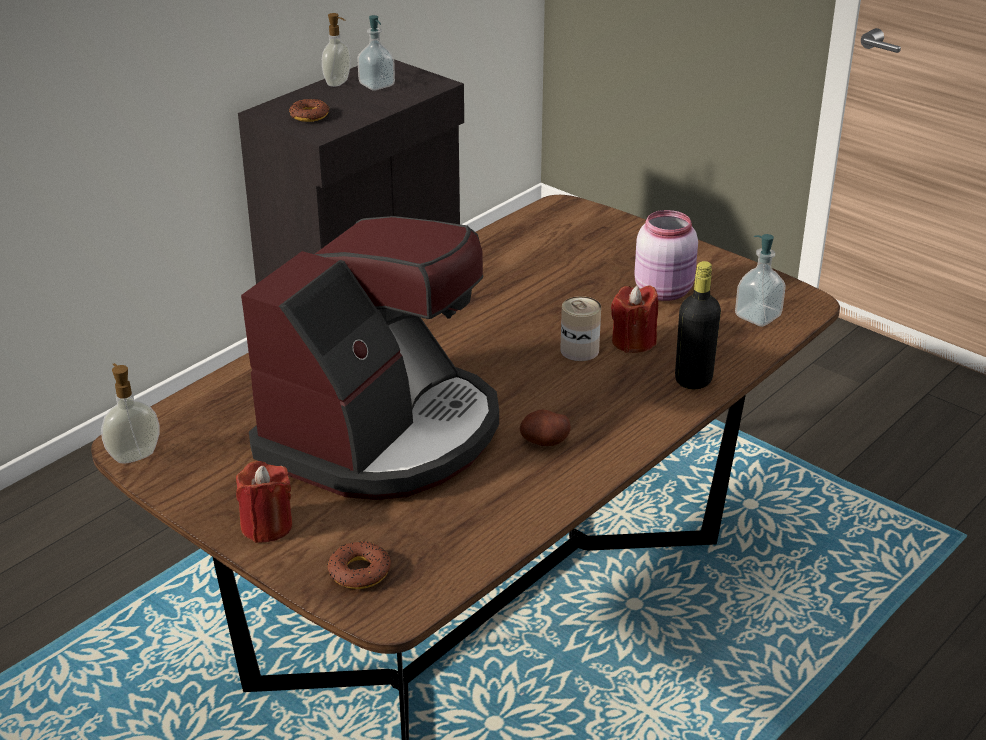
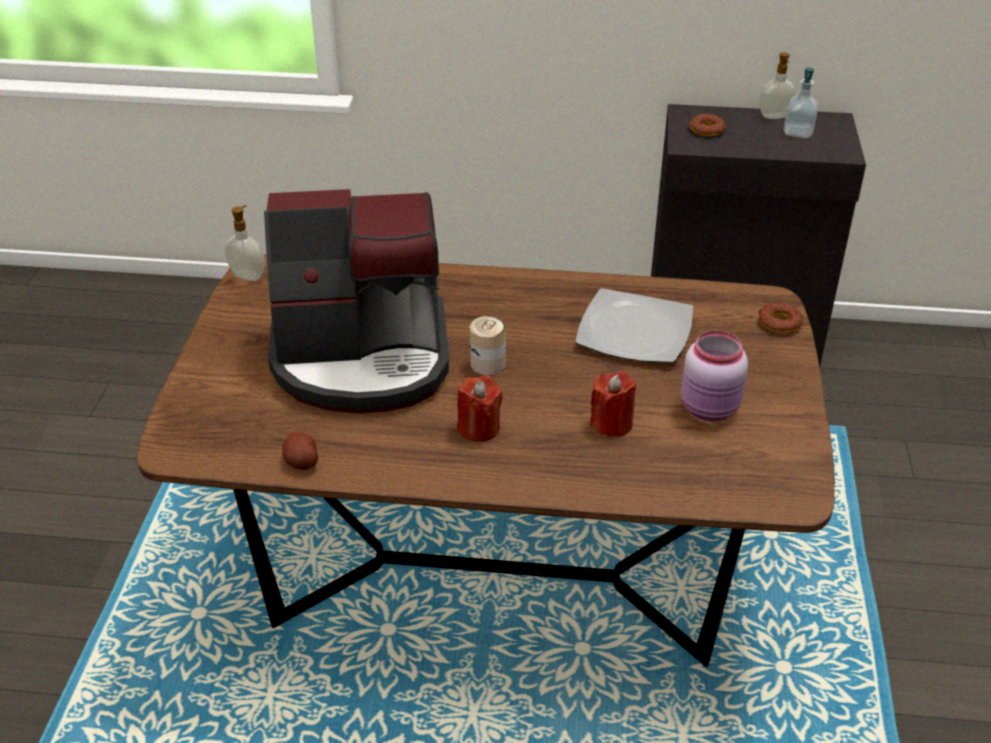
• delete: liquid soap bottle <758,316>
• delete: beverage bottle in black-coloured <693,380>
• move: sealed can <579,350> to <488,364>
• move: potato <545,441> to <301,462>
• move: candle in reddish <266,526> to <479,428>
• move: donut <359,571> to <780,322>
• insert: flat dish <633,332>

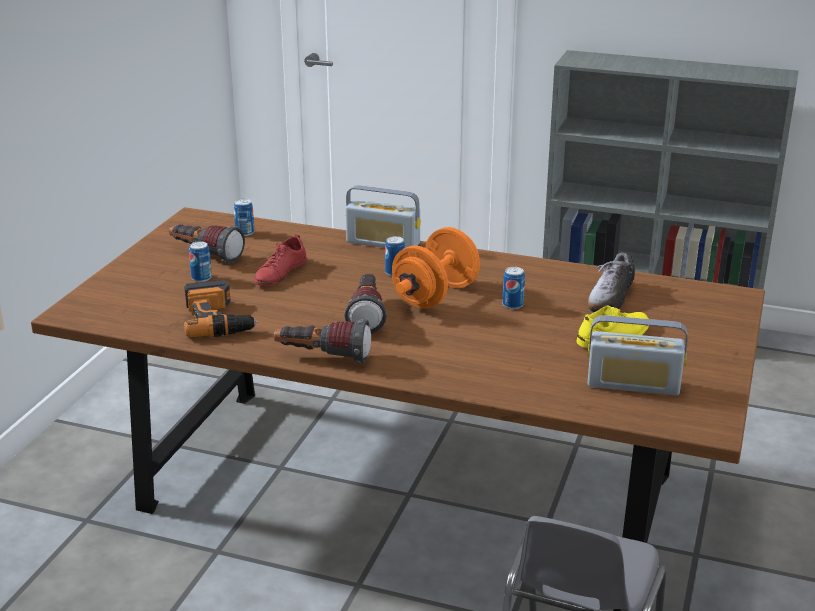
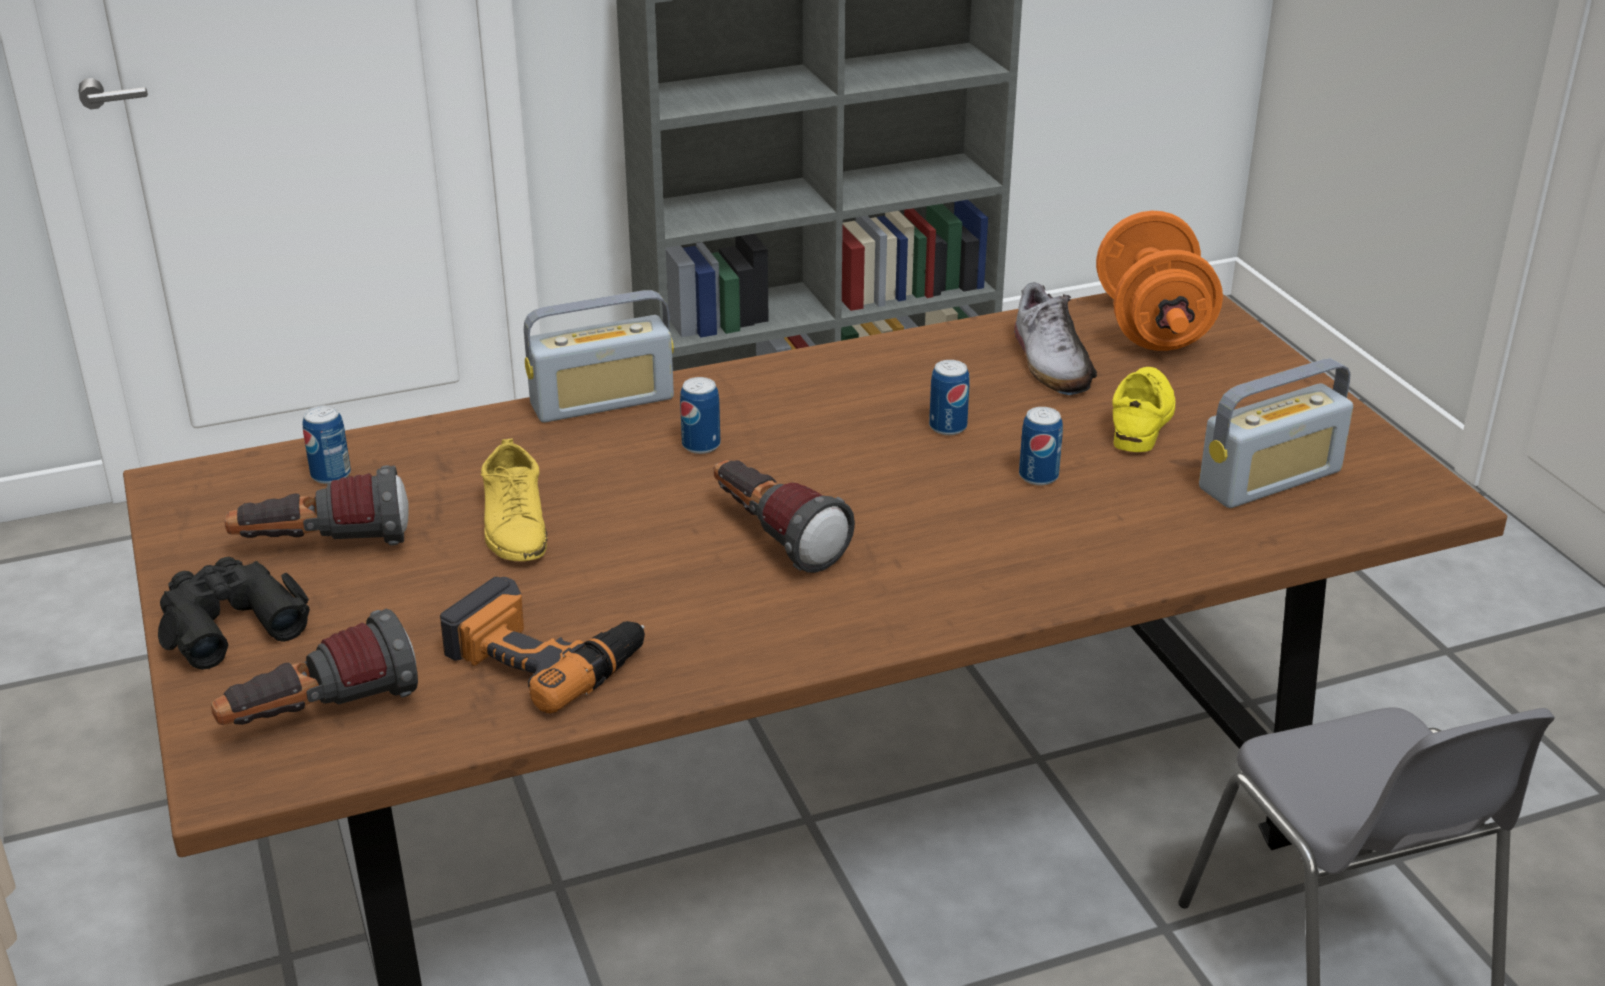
• move: free weight in orange <435,295> to <1152,327>
• recolor: shoe in reddish <280,273> to shoe in yellow-coloured <515,524>
• move: sealed can <201,278> to <1038,476>
• move: torch <323,357> to <320,715>
• insert: field glasses in black-coloured <229,622>

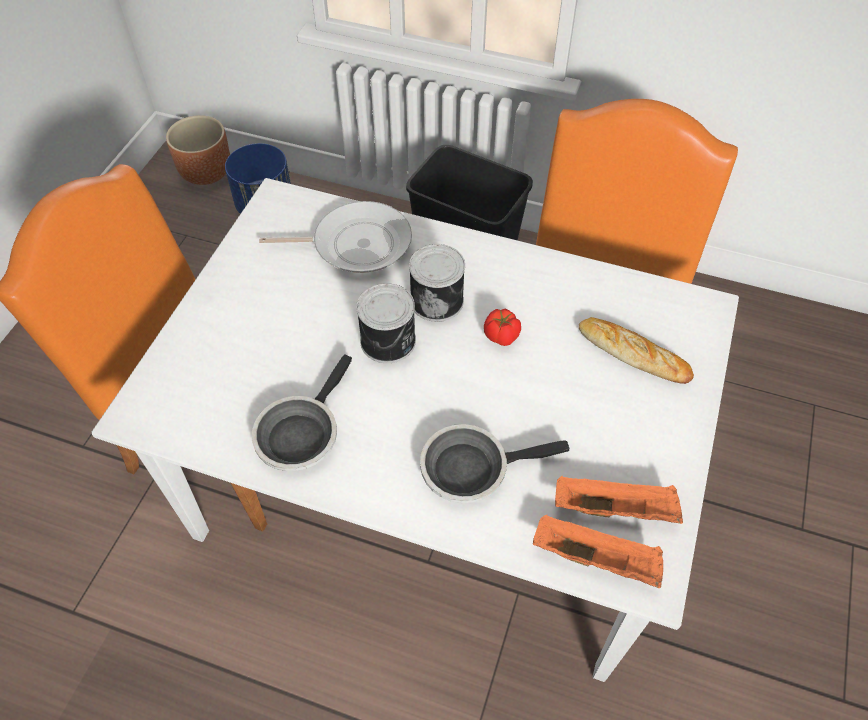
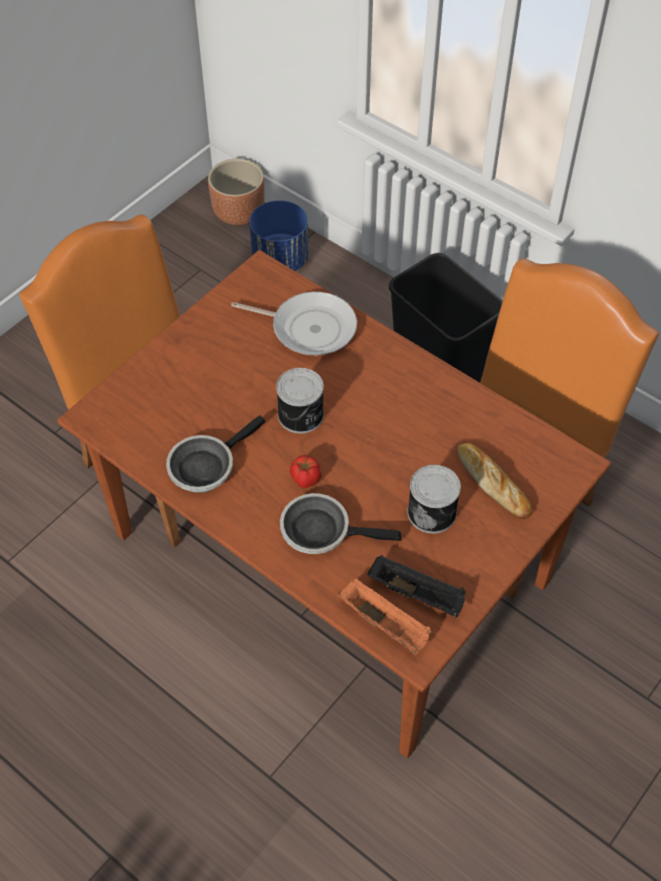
• recolor: kitchen table in white <431,490> to kitchen table in brownish <328,558>
• move: sealed can <437,299> to <432,511>
• move: whole tomato <501,336> to <305,479>
• recolor: serving tray in orange <616,508> to serving tray in black-coloured <417,594>

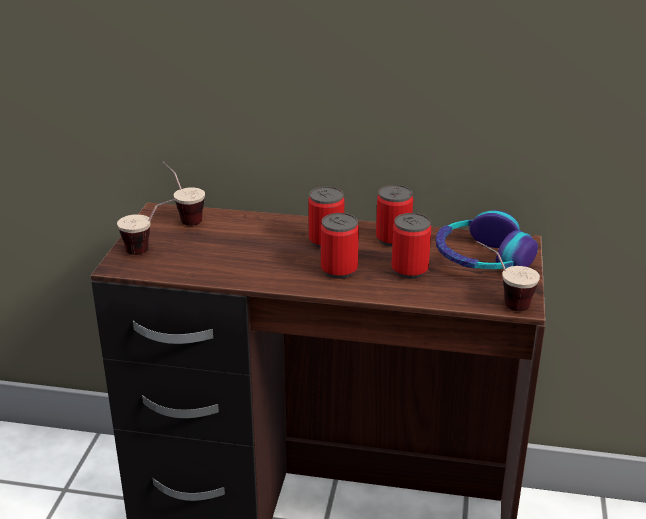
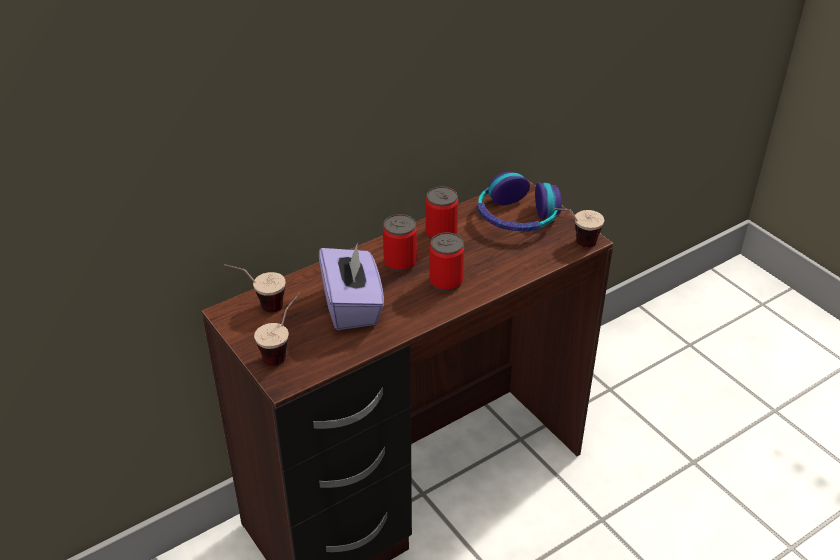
• delete: sealed can <409,270>
• insert: tissue box in purplish <352,306>

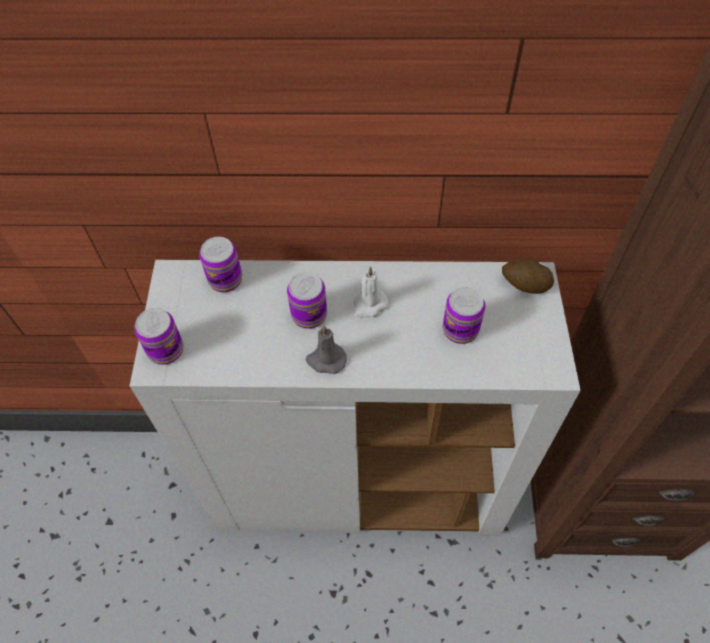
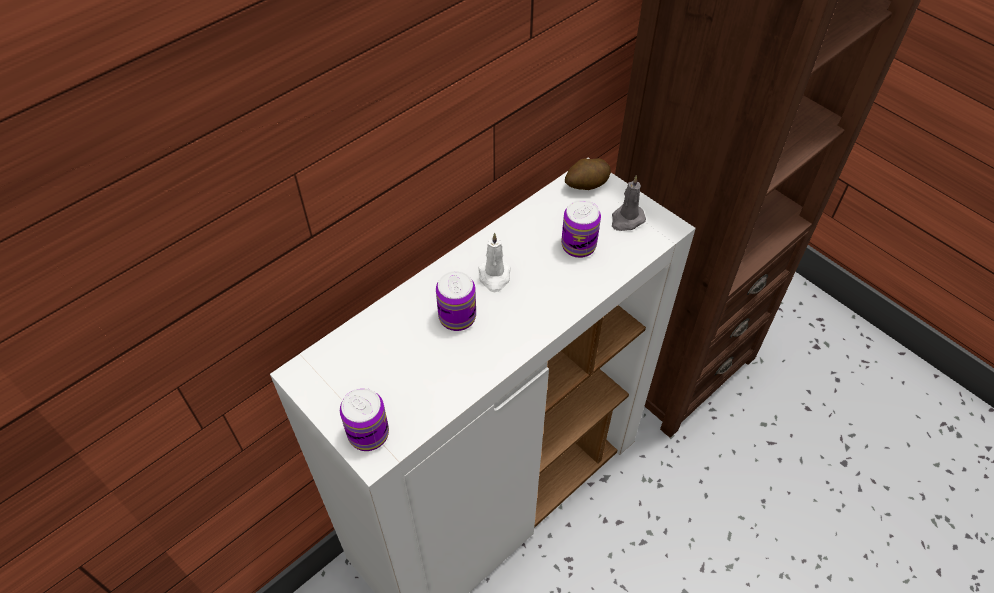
• delete: sealed can <225,279>
• move: candle in grey <326,360> to <626,220>

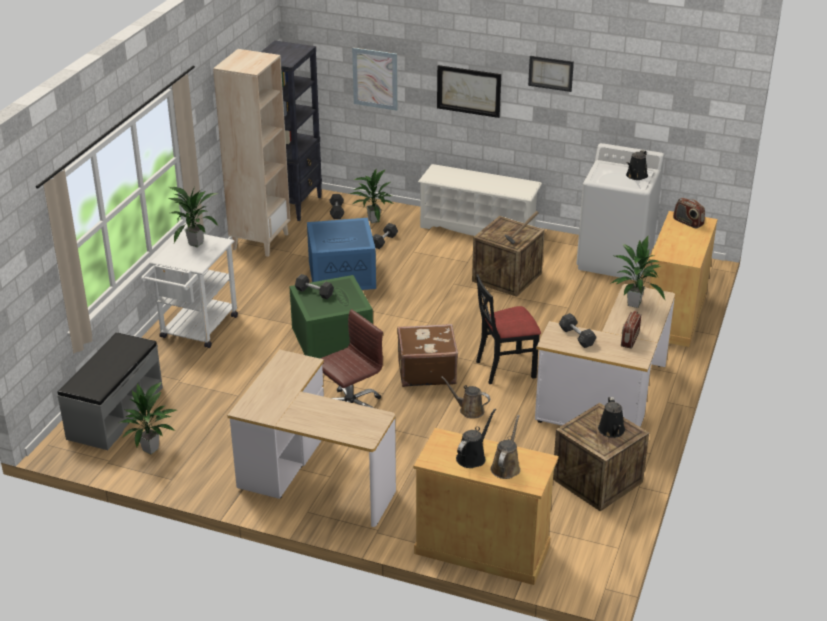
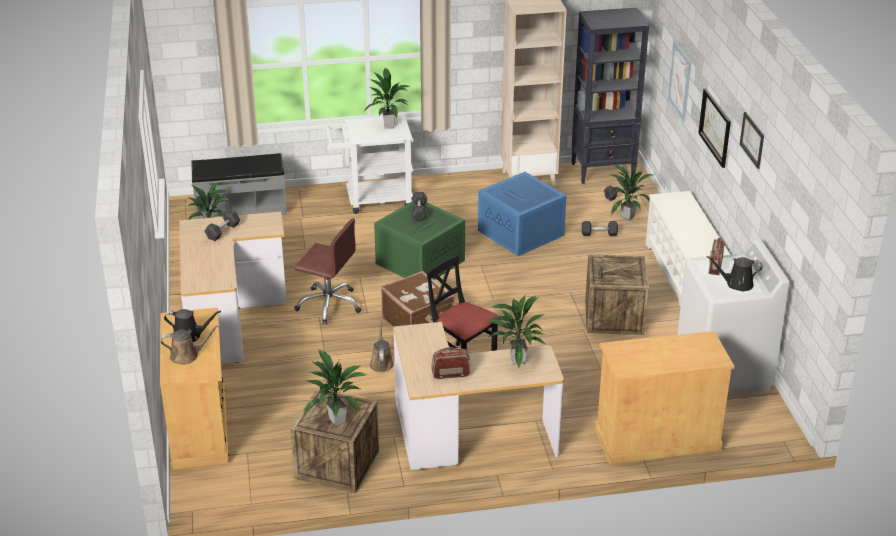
• move: radio set <688,222> to <715,267>
• move: free weight in grey <576,337> to <223,231>
• replace: sprinkling can in black-coloured <612,431> to potted plant <337,420>

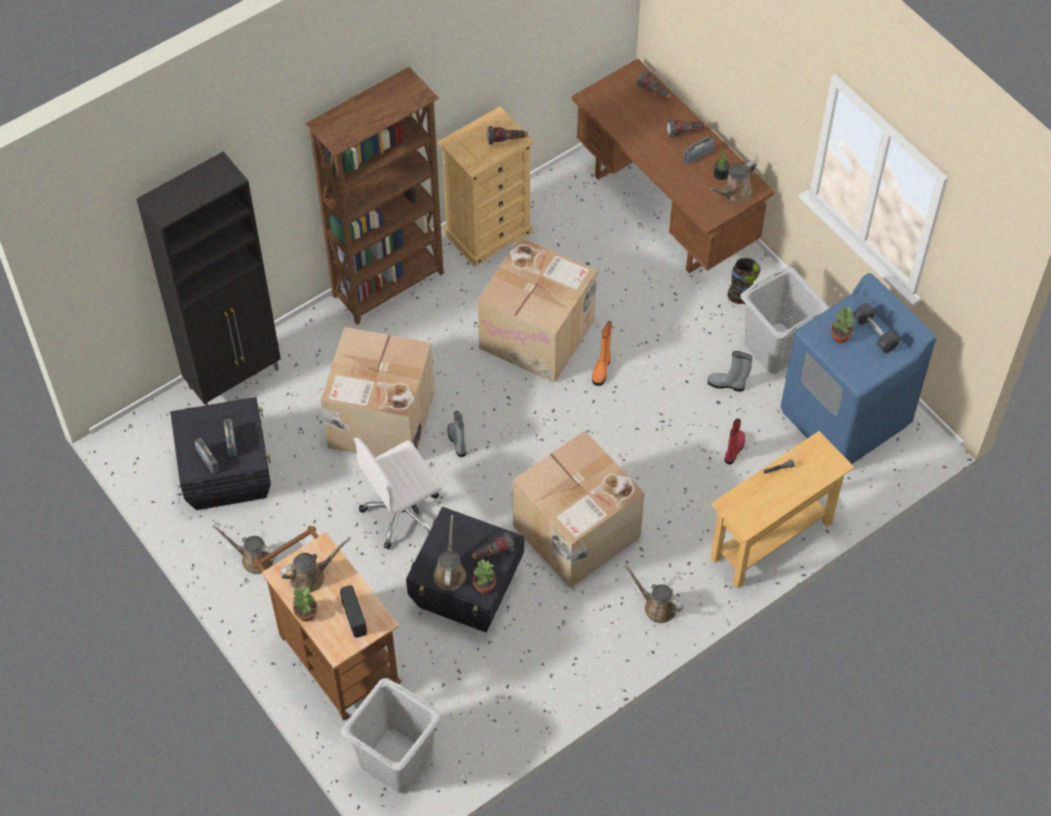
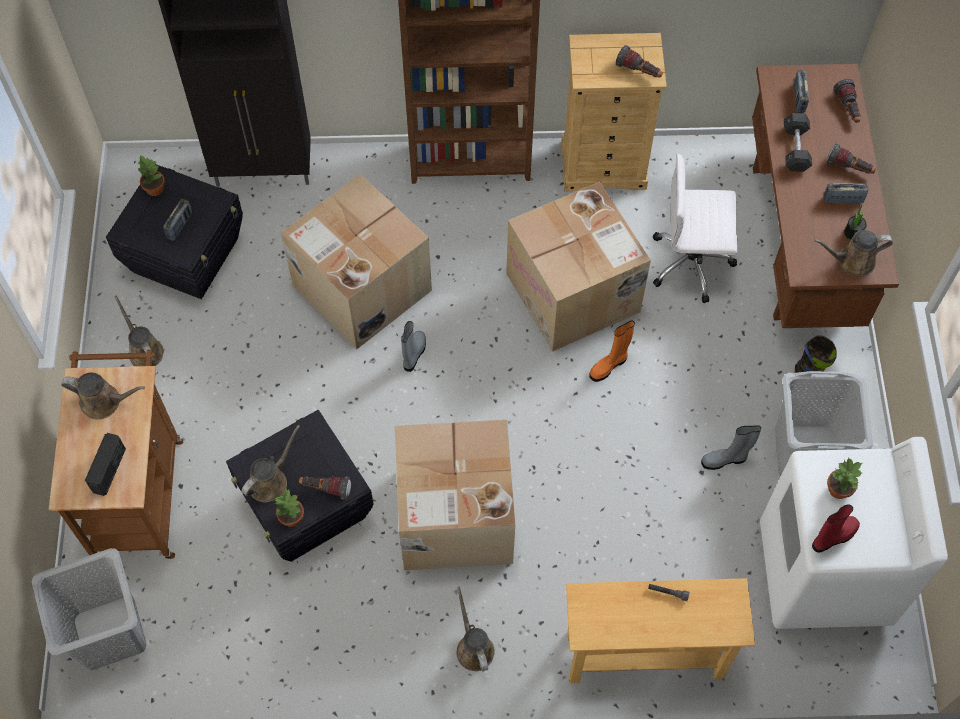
• recolor: washing machine in blue <845,418> to washing machine in white <824,574>
• move: free weight in grey <874,333> to <795,149>
• rotate: high-top boot in grey <727,384> = <725,459> 60 degrees counterclockwise
• move: high-top boot in reddish <733,450> to <833,537>
• move: radio set <208,461> to <798,98>
• move: computer chair in white <403,513> to <692,263>
• move: potted plant <305,614> to <154,188>

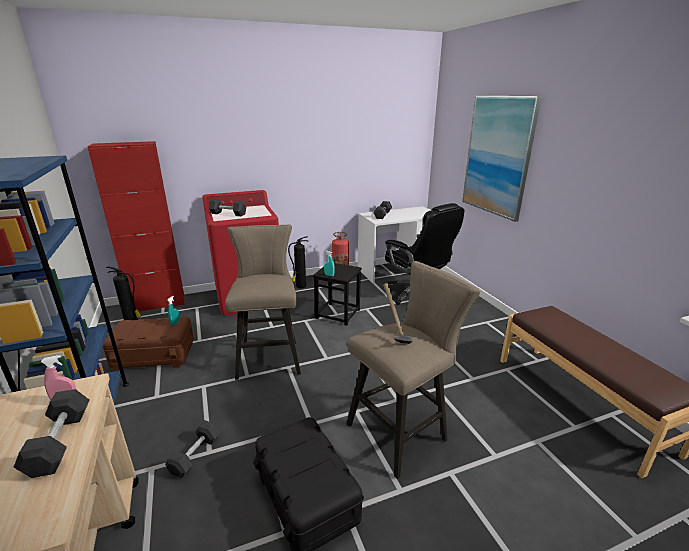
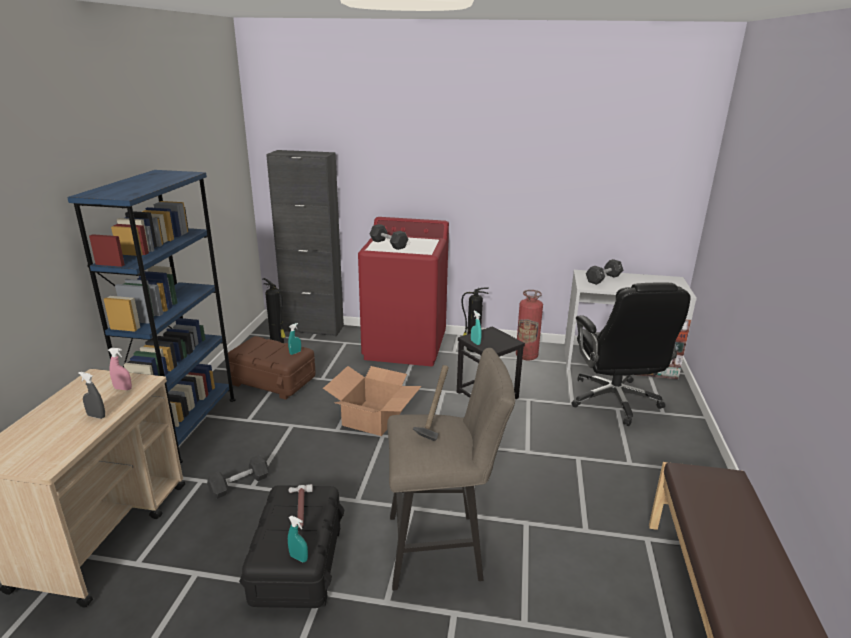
• delete: picture <497,156>
• recolor: cabinet in reddish <158,304> to cabinet in black-coloured <313,328>
• replace: sitting stool in sand-coloured <269,356> to cardboard box <373,418>
• replace: free weight in black-coloured <60,442> to hand sprayer in grey <96,416>
• insert: tool hammer <300,509>
• insert: hand sprayer in turquoise <299,558>

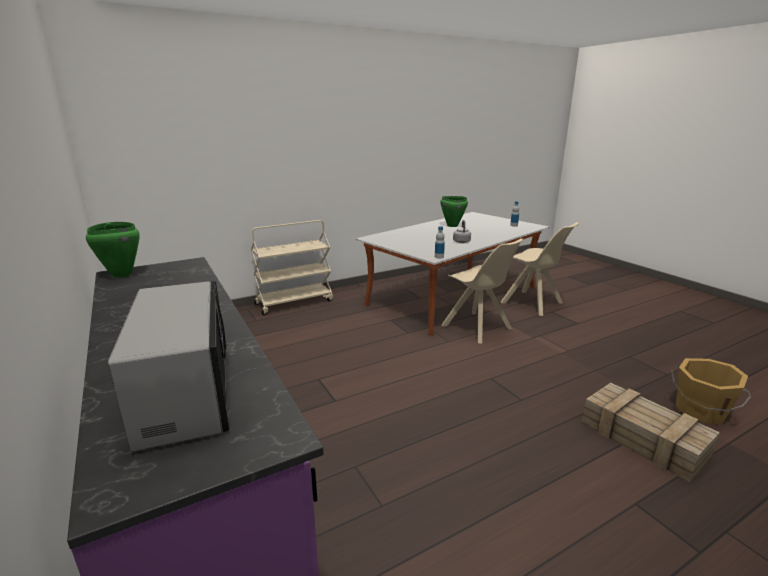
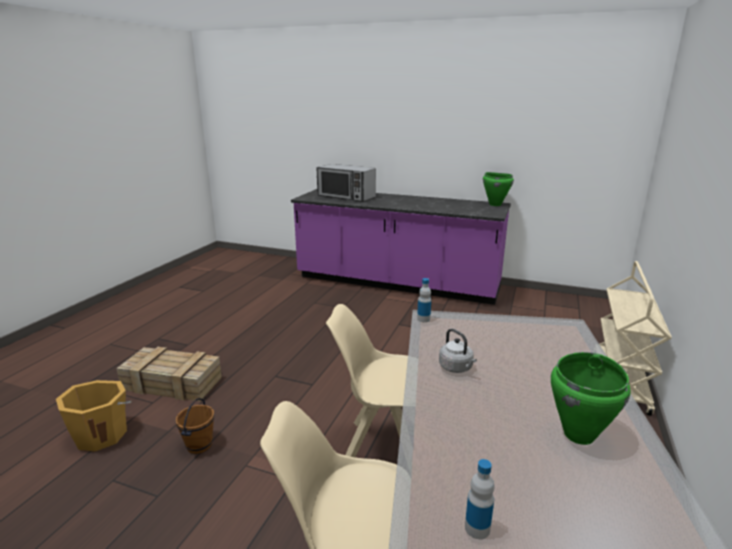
• insert: pail in brownish <200,445>

